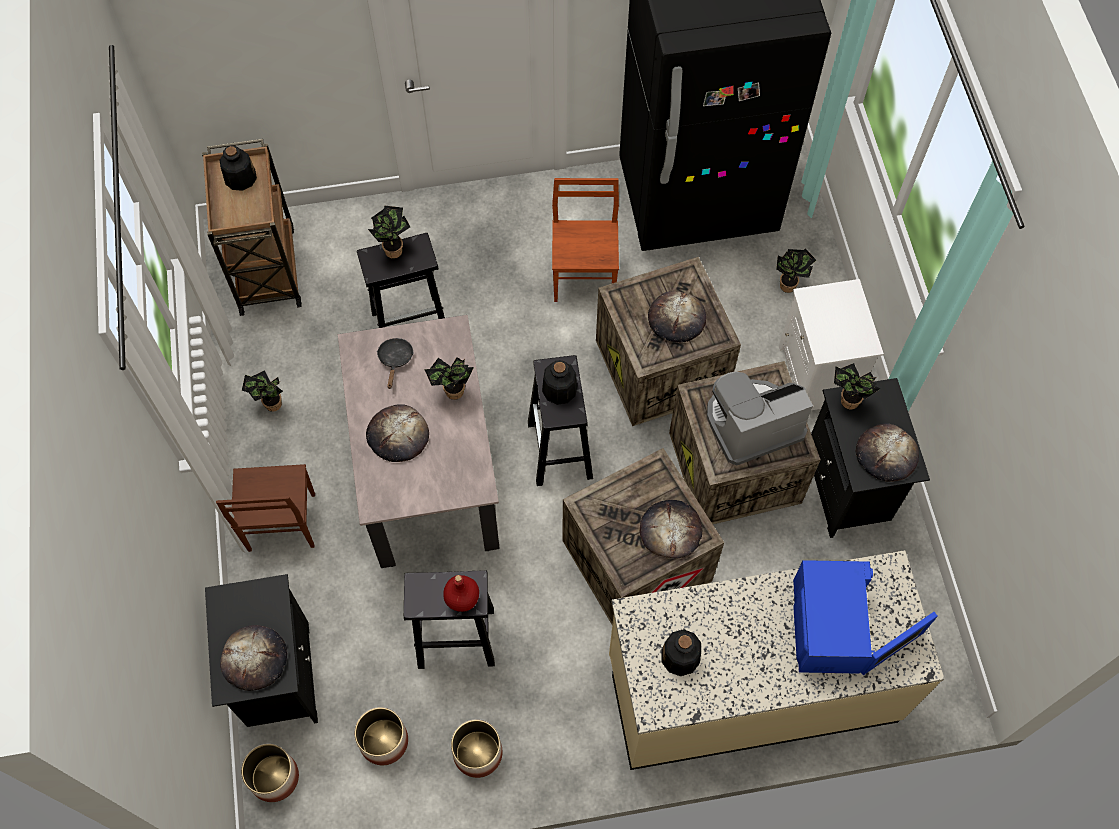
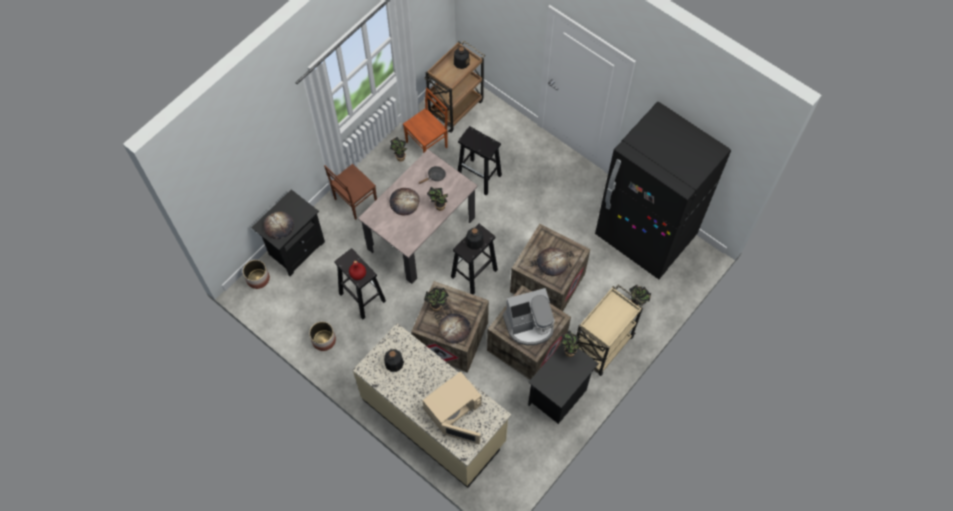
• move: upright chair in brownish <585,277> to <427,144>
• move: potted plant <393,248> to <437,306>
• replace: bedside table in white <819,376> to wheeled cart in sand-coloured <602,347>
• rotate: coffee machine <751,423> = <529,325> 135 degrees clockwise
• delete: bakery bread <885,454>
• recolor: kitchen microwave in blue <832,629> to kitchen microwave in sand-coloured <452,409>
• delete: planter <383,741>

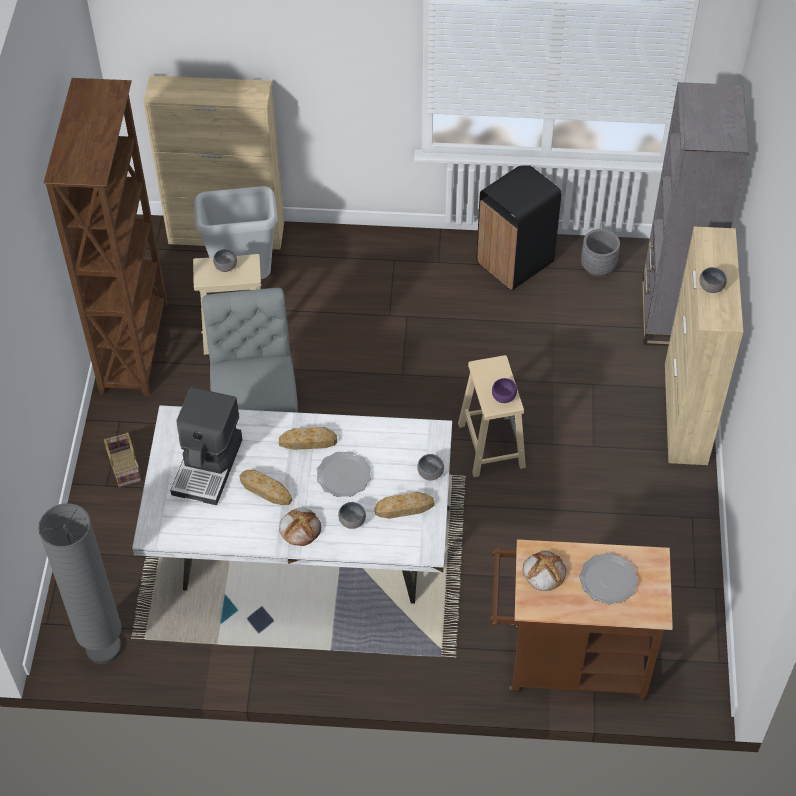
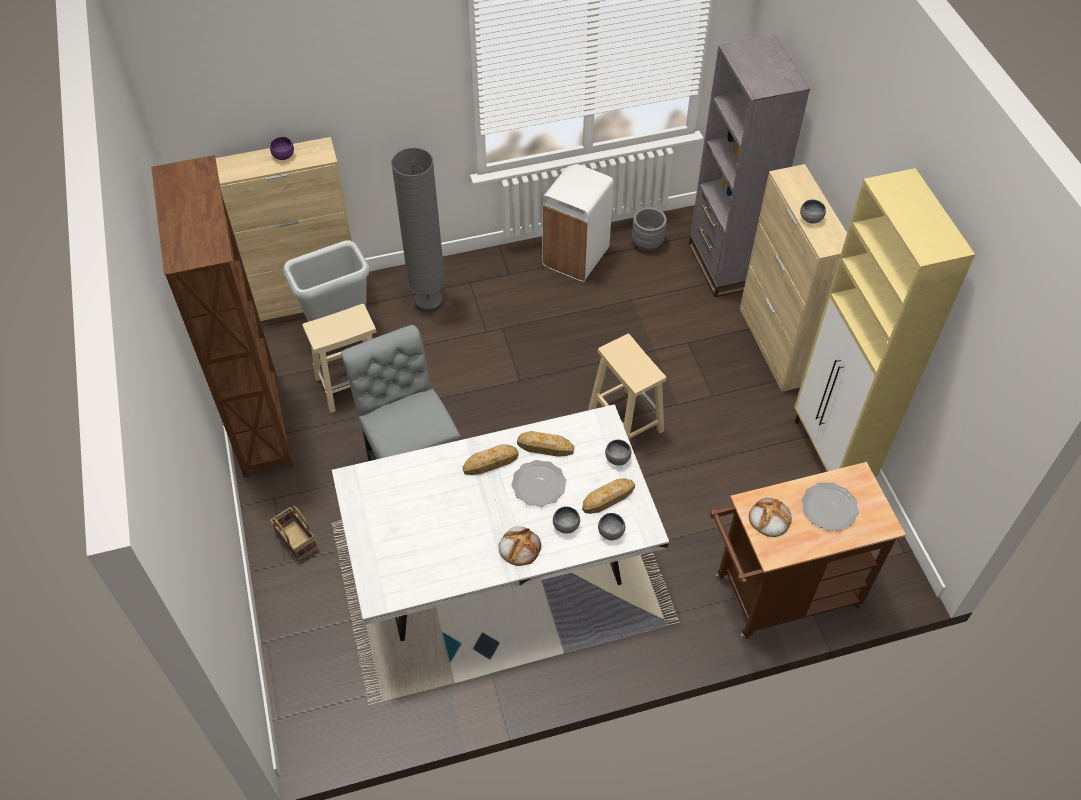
• recolor: waste bin in black-coloured <515,263> to waste bin in white <576,257>
• move: serving bowl in grey <225,266> to <610,532>
• move: serving bowl in purplish <504,398> to <284,156>
• delete: coffee machine <209,466>
• move: bakery bread <265,490> to <545,447>
• move: floor lamp in grey <103,648> to <428,302>
• insert: cabinet in sand-coloured <831,454>

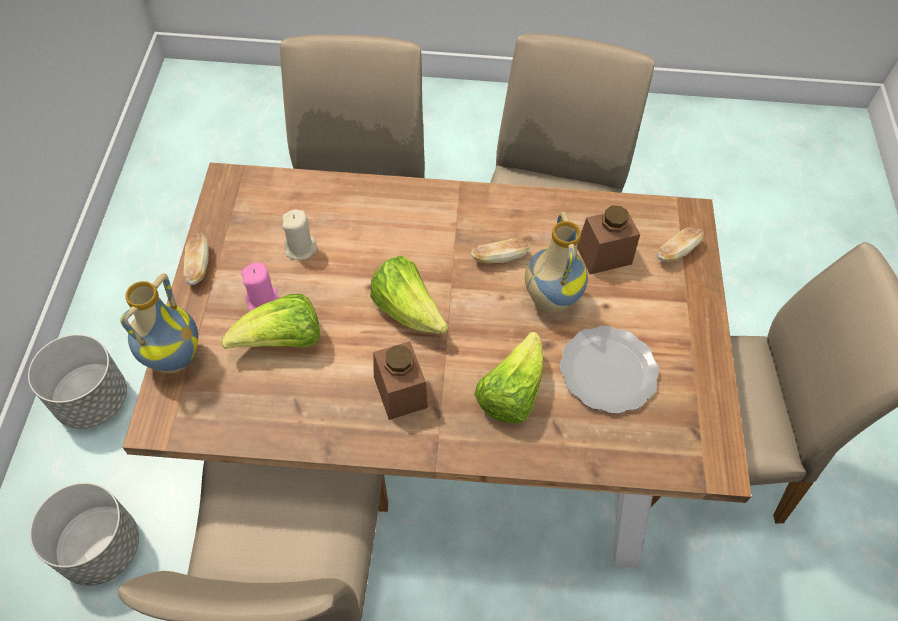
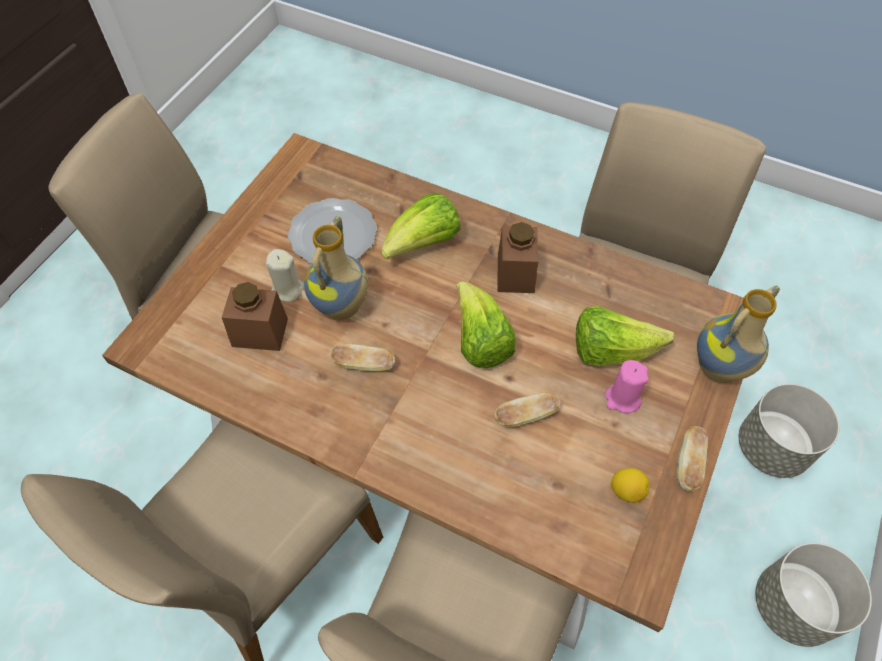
• move: candle in sand-coloured <301,248> to <287,290>
• move: bakery bread <676,251> to <525,416>
• insert: lemon <627,491>

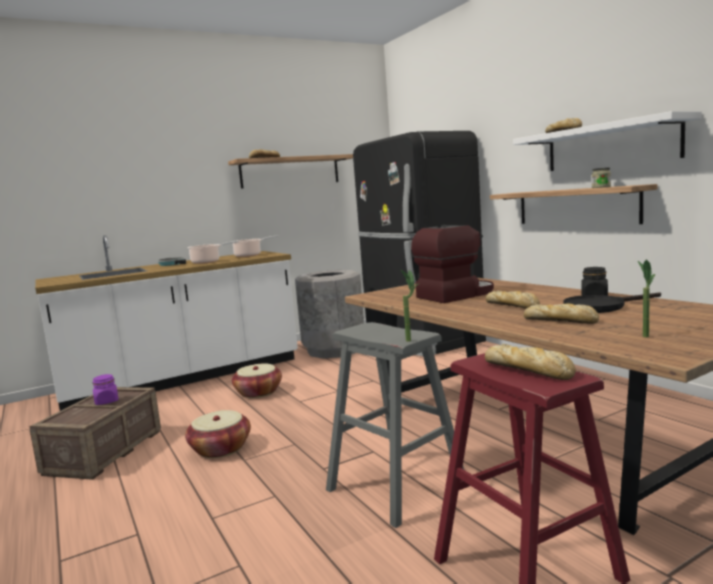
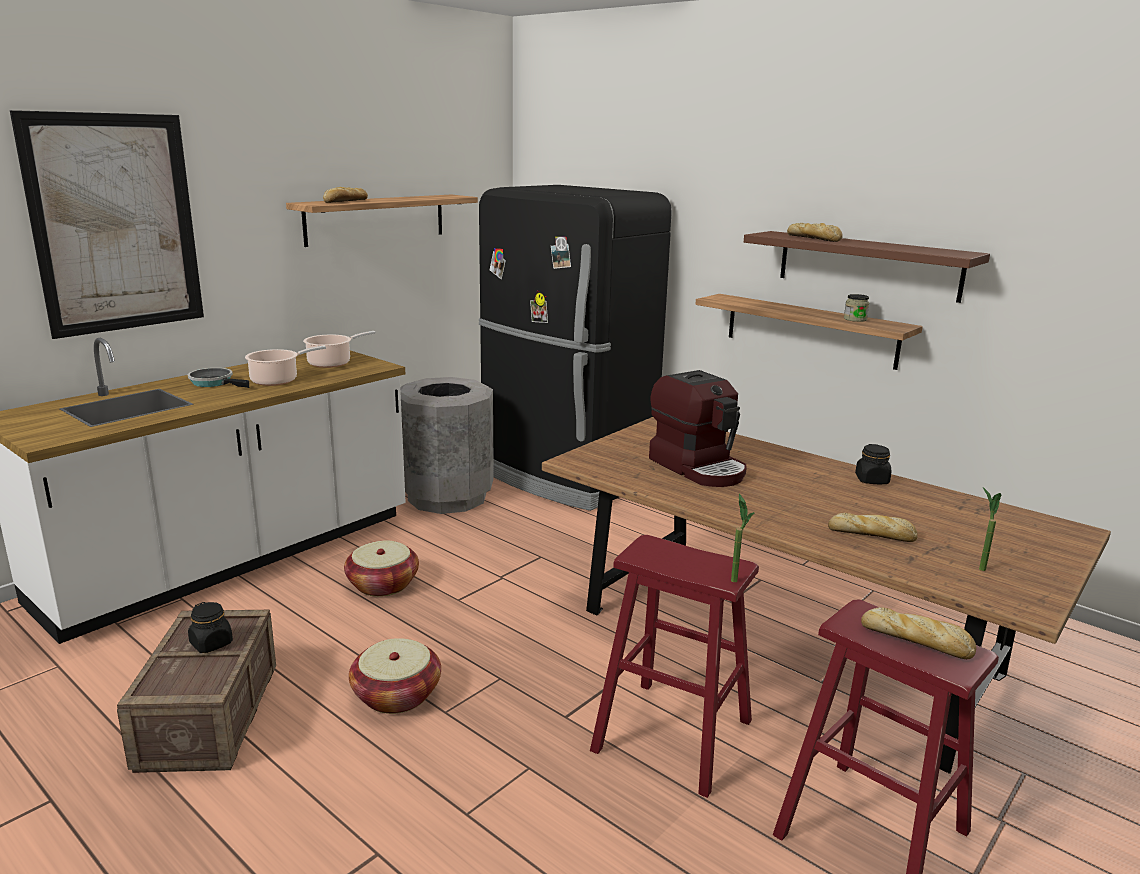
• recolor: bracket shelf in white <610,145> to bracket shelf in brownish <868,265>
• rotate: coffee machine <455,295> = <699,467> 105 degrees clockwise
• delete: bakery bread <513,305>
• delete: frying pan in black-coloured <601,306>
• recolor: sitting stool in grey <395,486> to sitting stool in reddish <672,735>
• recolor: jar in purplish <107,401> to jar in black-coloured <211,643>
• insert: picture <116,224>

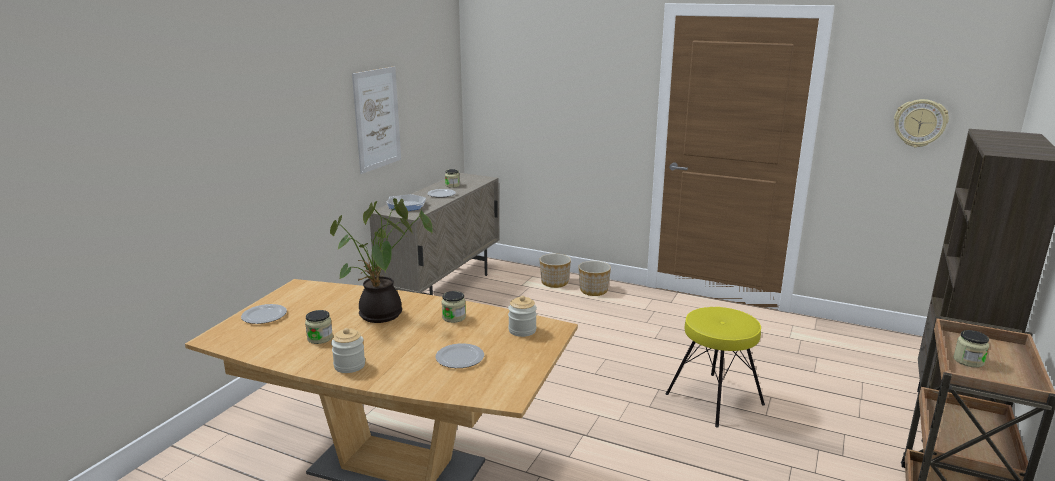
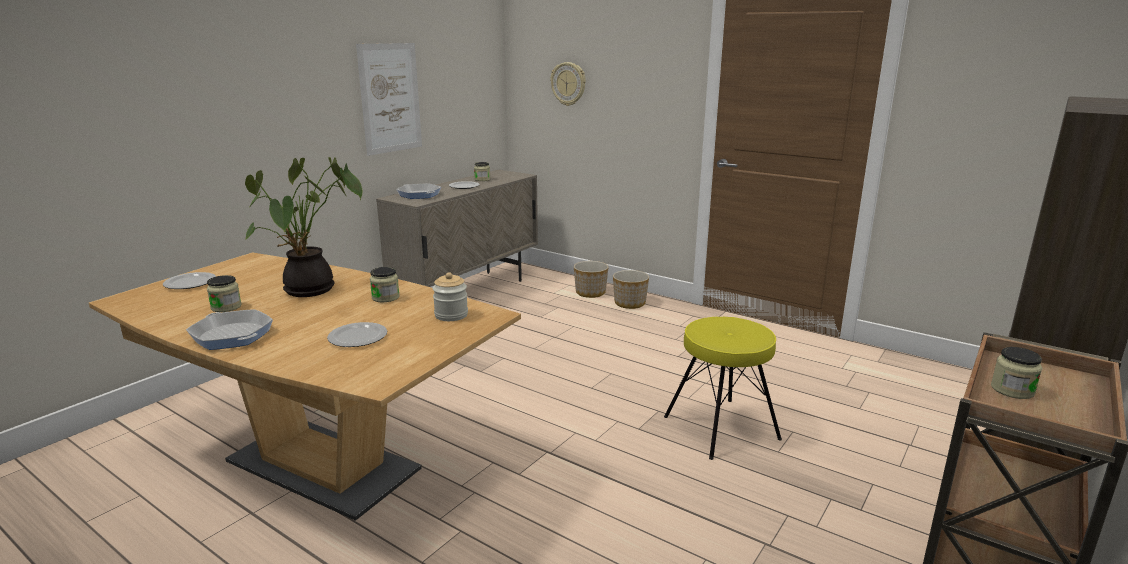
• move: clock on the wall <919,123> to <568,84>
• replace: jar <349,365> to frying pan <232,335>

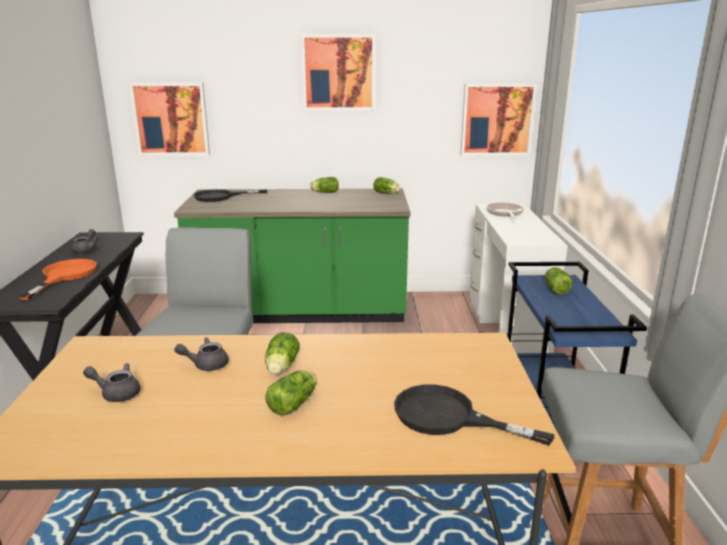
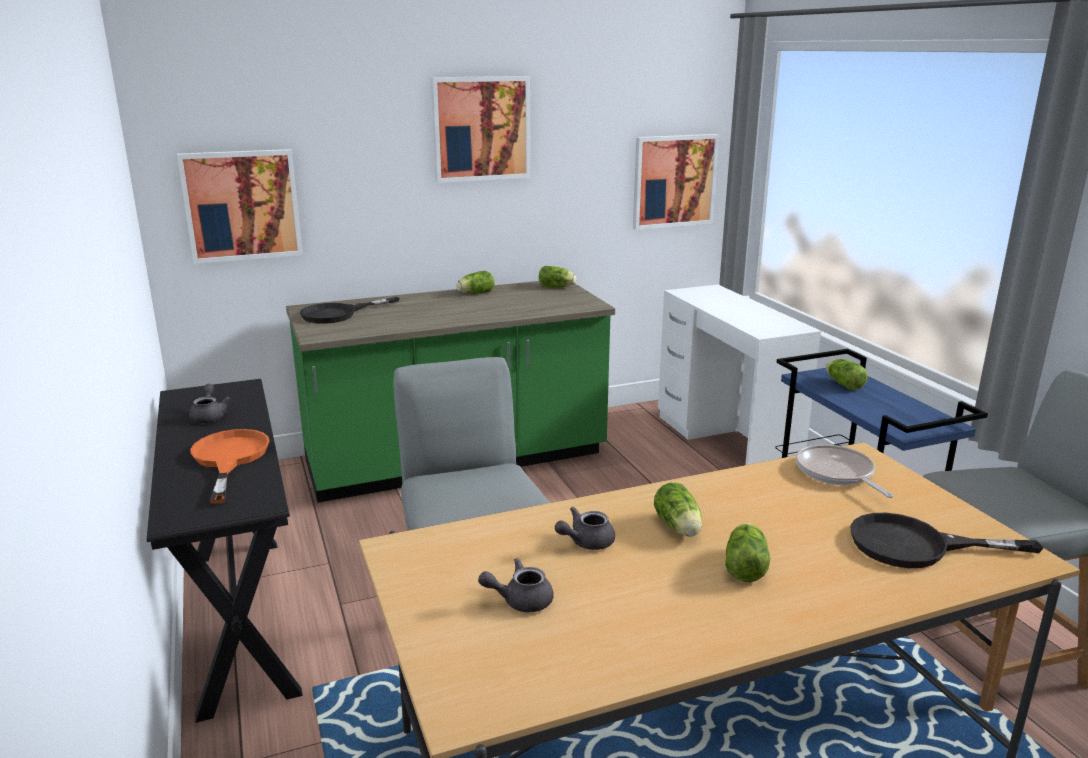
• move: frying pan <504,213> to <837,474>

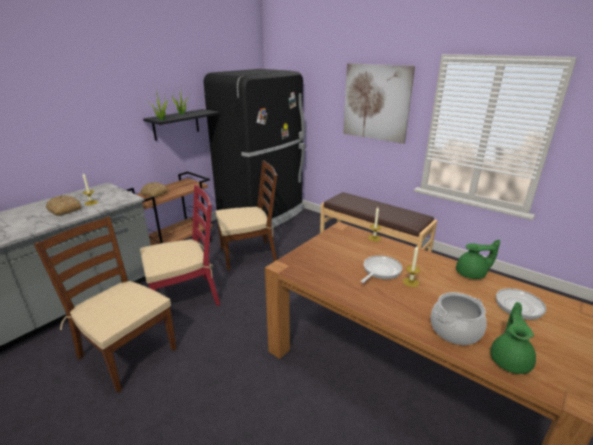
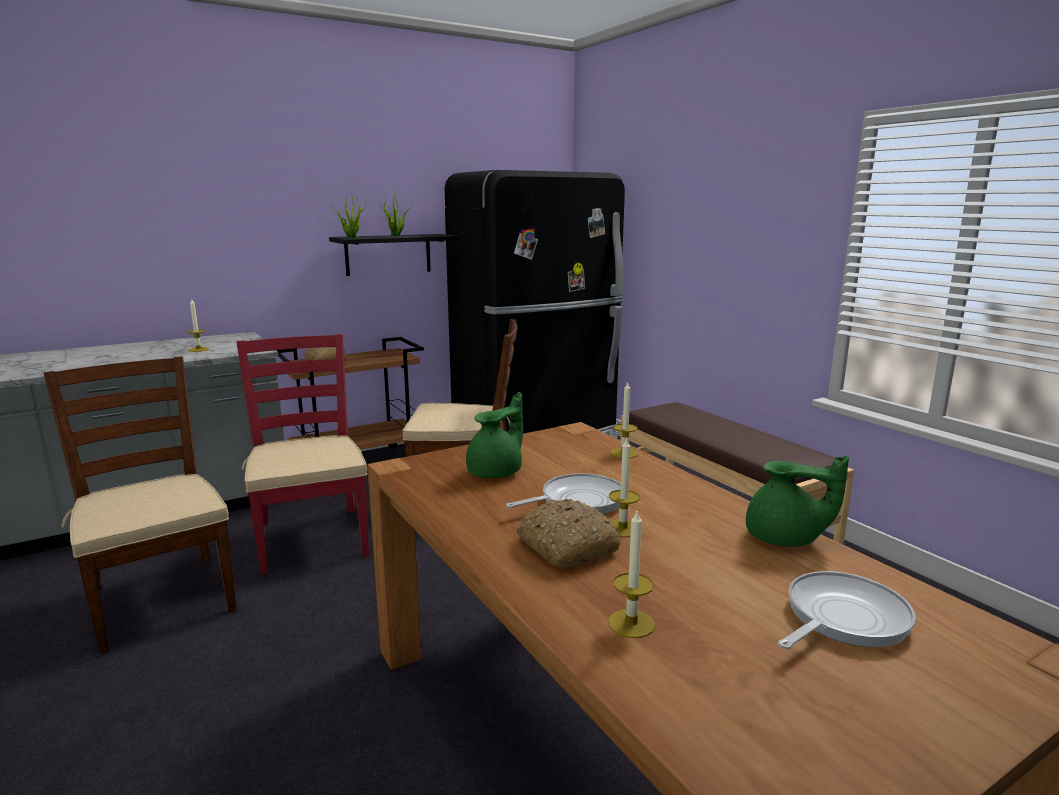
• delete: picture <376,102>
• rotate: upright chair in reddish <185,297> = <312,538> 105 degrees counterclockwise
• move: bakery bread <64,210> to <566,547>
• replace: cooking pot <455,330> to candle <631,623>
• move: tea pot in green-coloured <510,360> to <497,472>

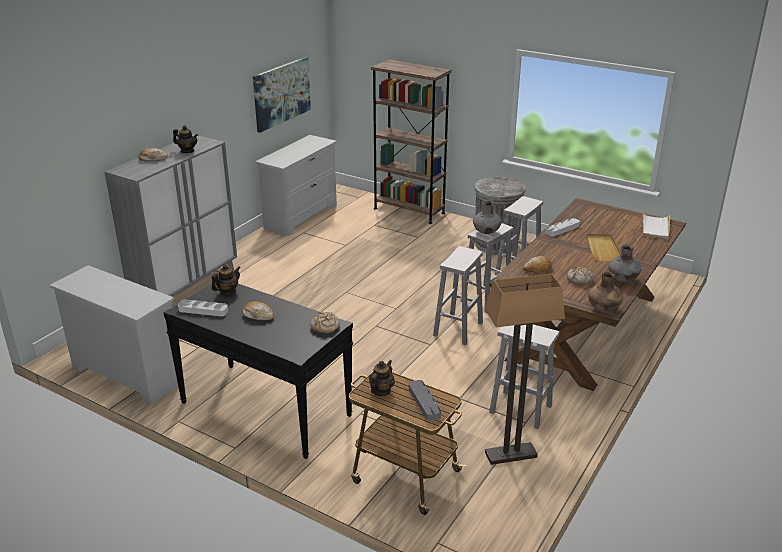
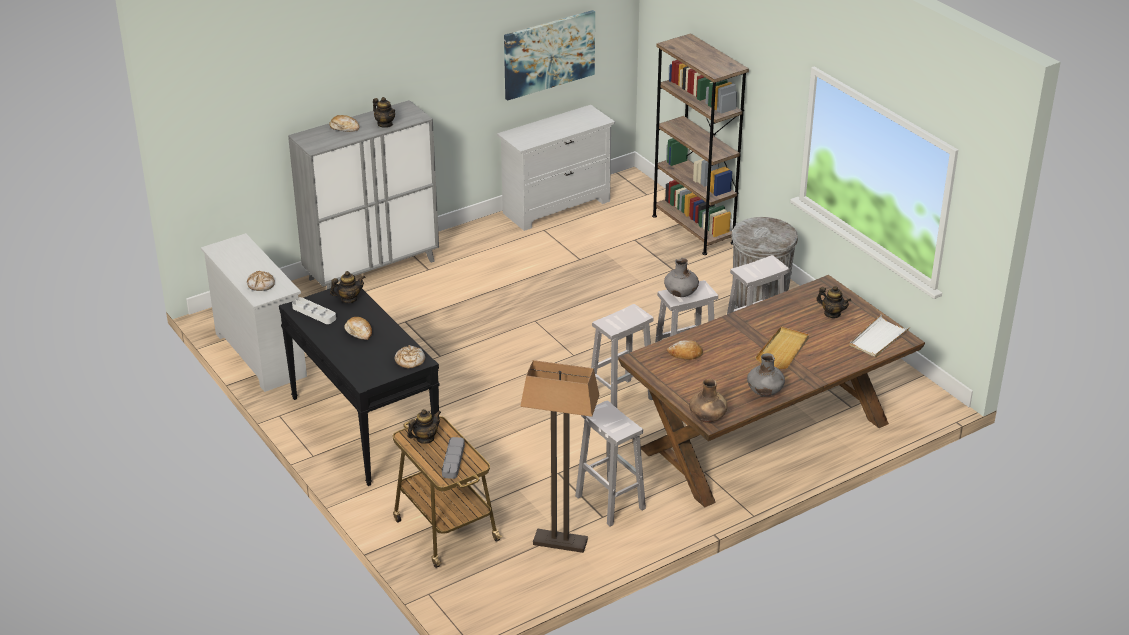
• delete: serving tray in grey <562,229>
• move: bakery bread <579,279> to <261,285>
• insert: tea pot <832,314>

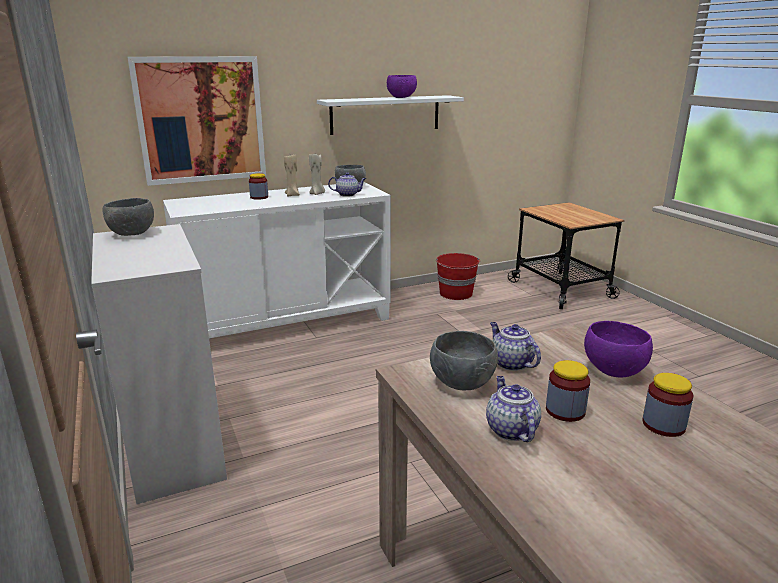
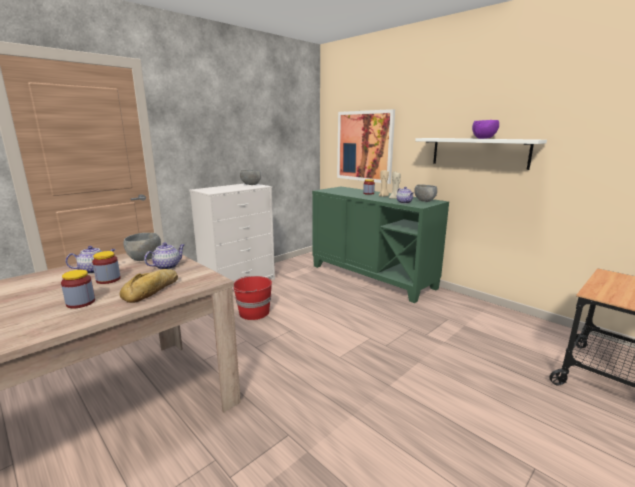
• recolor: cabinet in white <287,323> to cabinet in green-coloured <372,276>
• move: pail in reddish <456,294> to <253,313>
• replace: serving bowl in purplish <613,372> to bakery bread <153,290>

